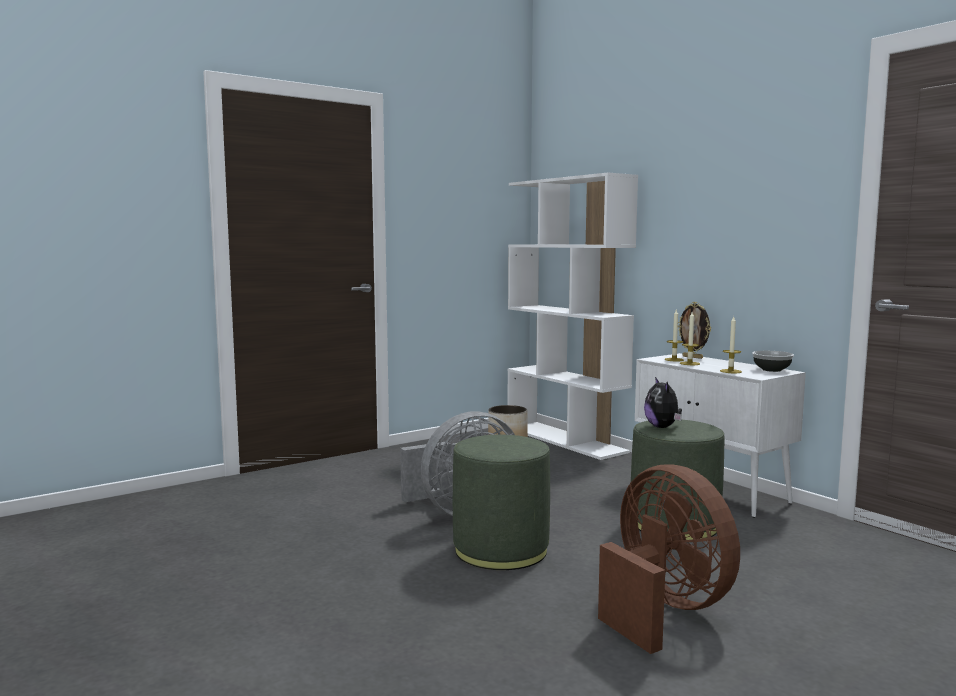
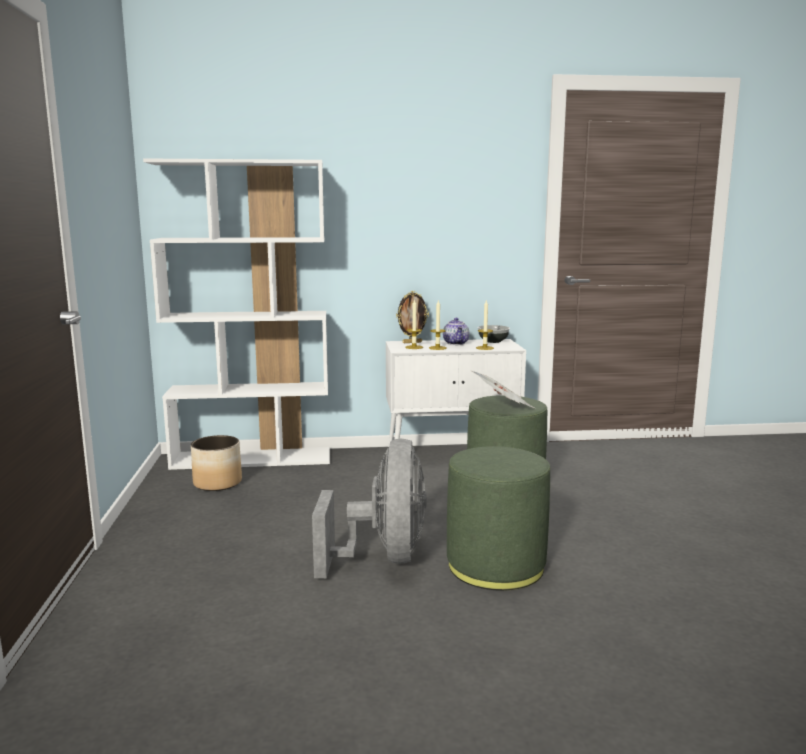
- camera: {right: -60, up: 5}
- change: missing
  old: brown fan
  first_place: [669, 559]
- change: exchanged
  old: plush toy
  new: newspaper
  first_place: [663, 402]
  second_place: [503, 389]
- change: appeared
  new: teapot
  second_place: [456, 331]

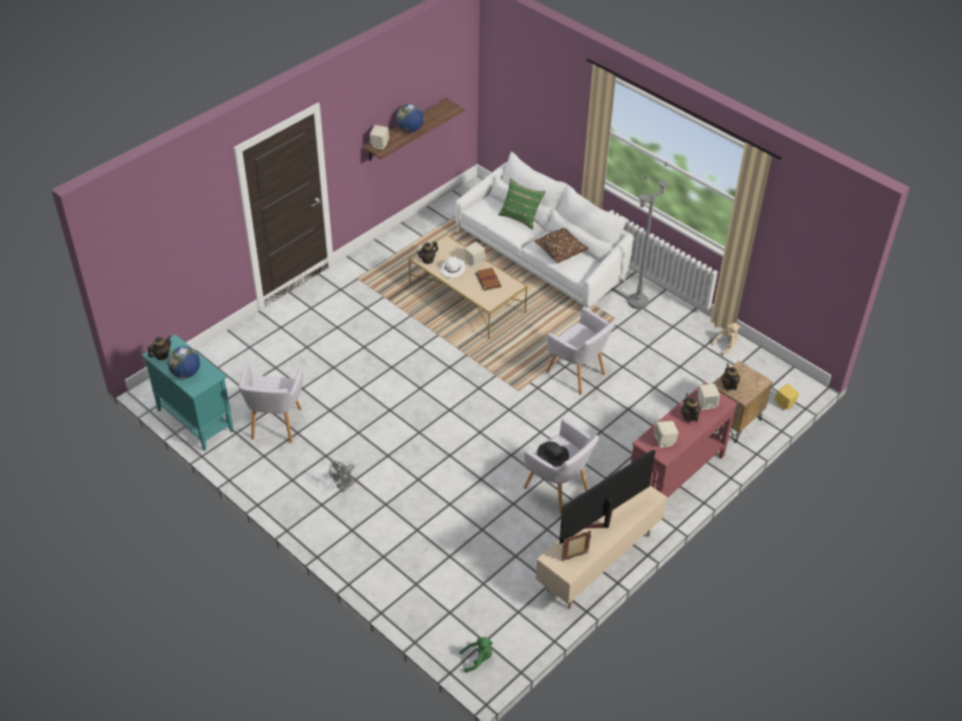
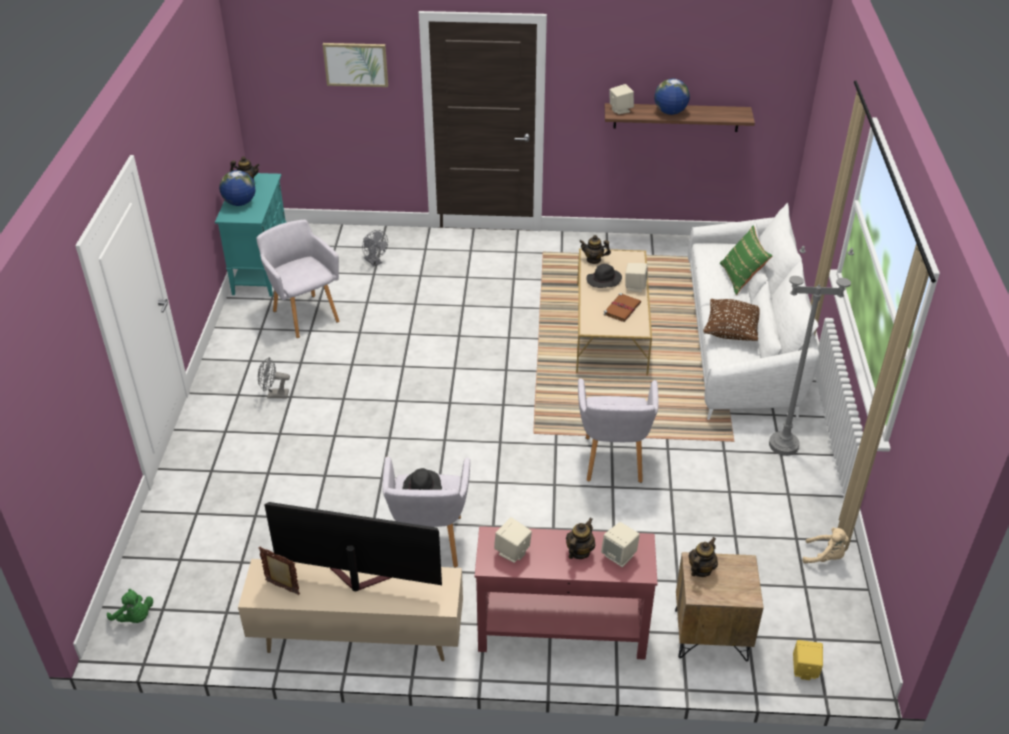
- camera: {right: 50, up: -5}
- change: spun
  old: grey armchair
  first_place: [270, 403]
  second_place: [297, 279]
  degrees: 90
- change: colour
  old: white hat
  new: black hat
  first_place: [453, 267]
  second_place: [604, 276]
- change: appeared
  new: picture
  second_place: [355, 65]
- change: appeared
  new: grey fan
  second_place: [375, 248]

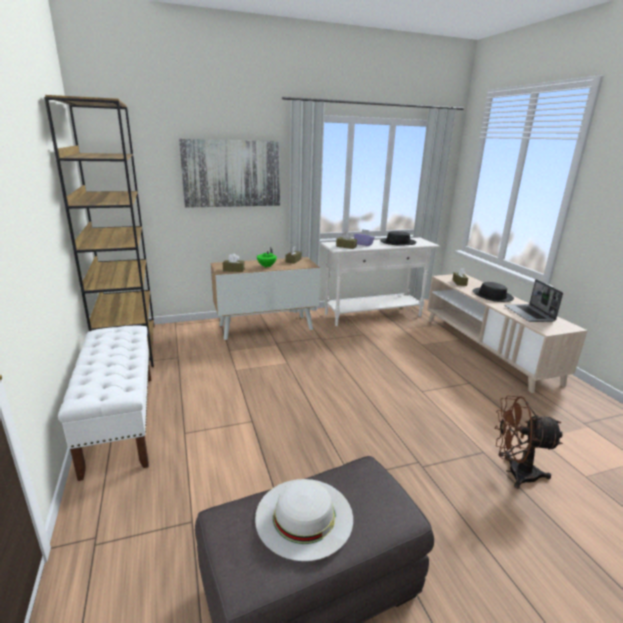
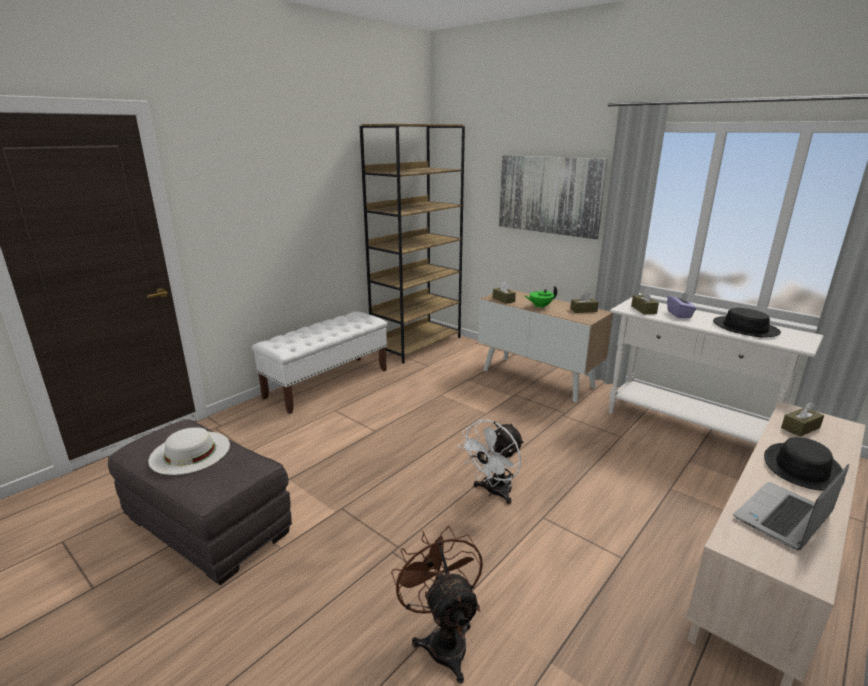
- camera: {right: 60, up: 0}
- change: appeared
  new: white fan
  second_place: [491, 461]

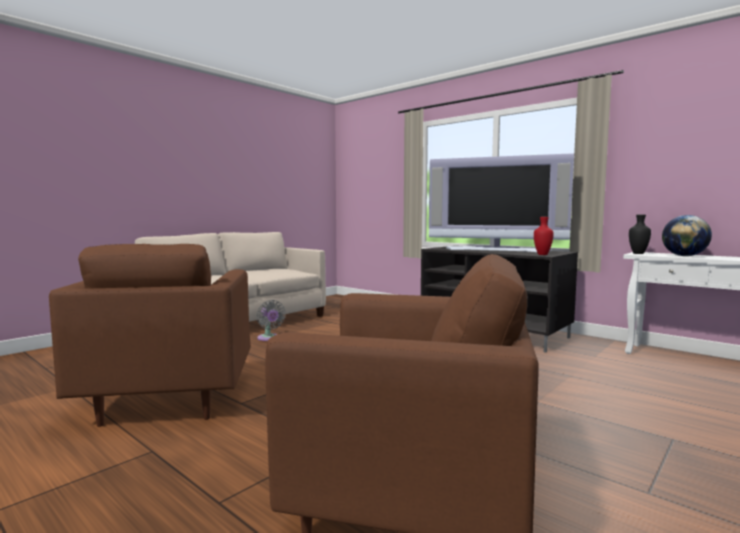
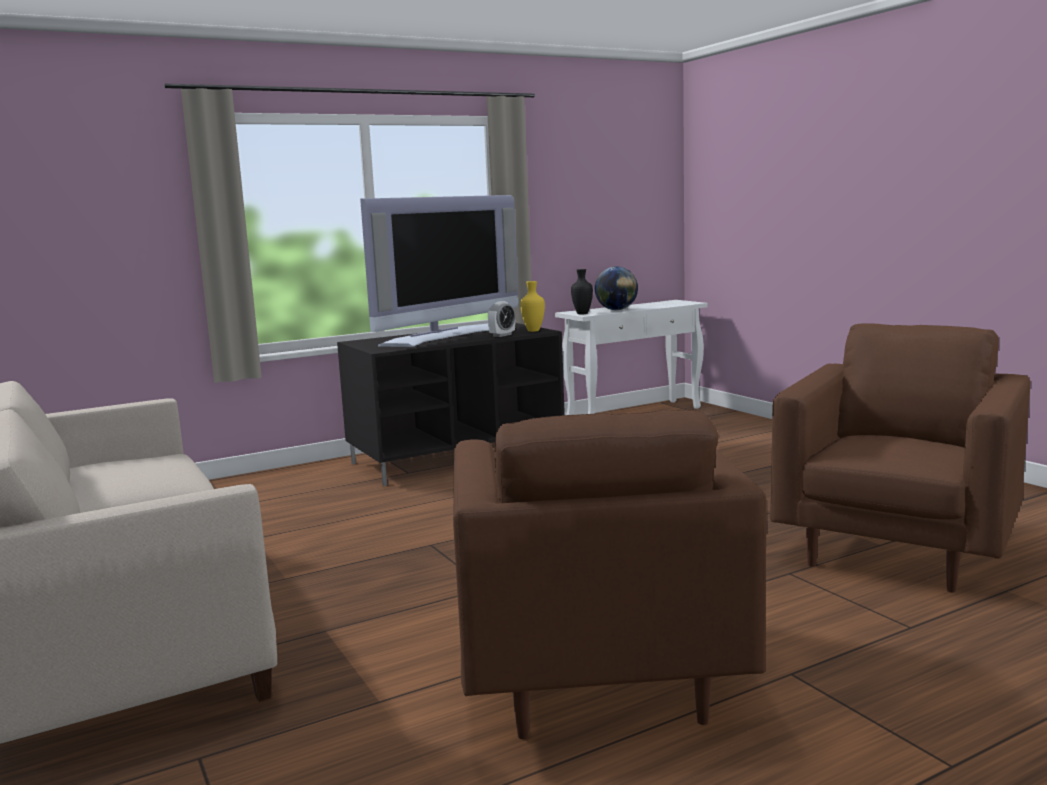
- camera: {right: -70, up: 5}
- change: spun
  old: brown armchair
  first_place: [150, 335]
  second_place: [610, 574]
  degrees: 75
- change: missing
  old: grey fan
  first_place: [271, 320]
- change: colour
  old: red vase
  new: yellow vase
  first_place: [544, 236]
  second_place: [532, 306]
- change: appeared
  new: alarm clock
  second_place: [501, 319]

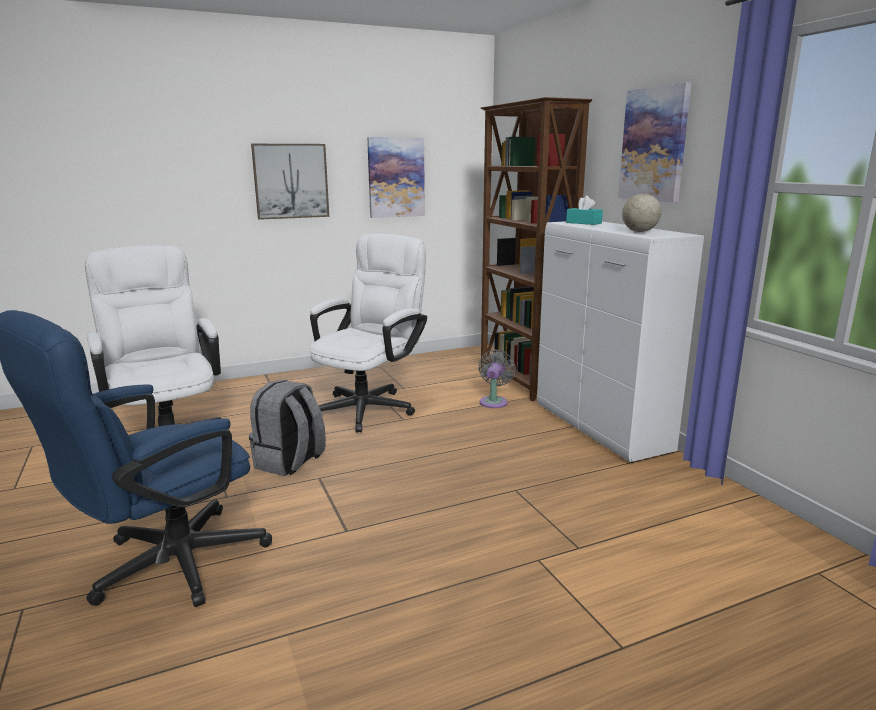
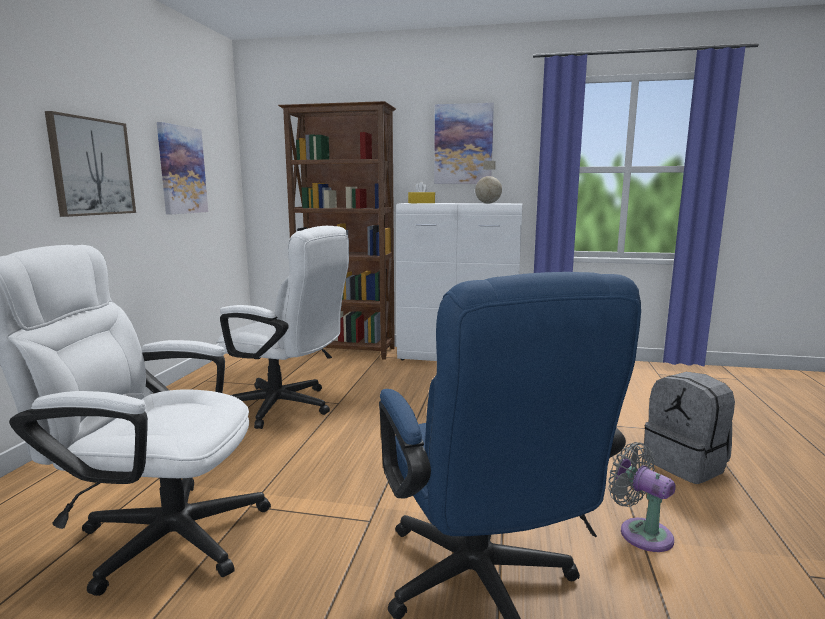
- camera: {right: -55, up: -5}
- change: relocated
  old: grey backpack
  first_place: [287, 428]
  second_place: [689, 428]
- change: spun
  old: white office chair
  first_place: [368, 333]
  second_place: [283, 327]
  degrees: 135
- change: relocated
  old: grey fan
  first_place: [497, 379]
  second_place: [641, 497]
- change: colour
  old: turquoise tissue box
  new: yellow tissue box
  first_place: [584, 210]
  second_place: [421, 192]

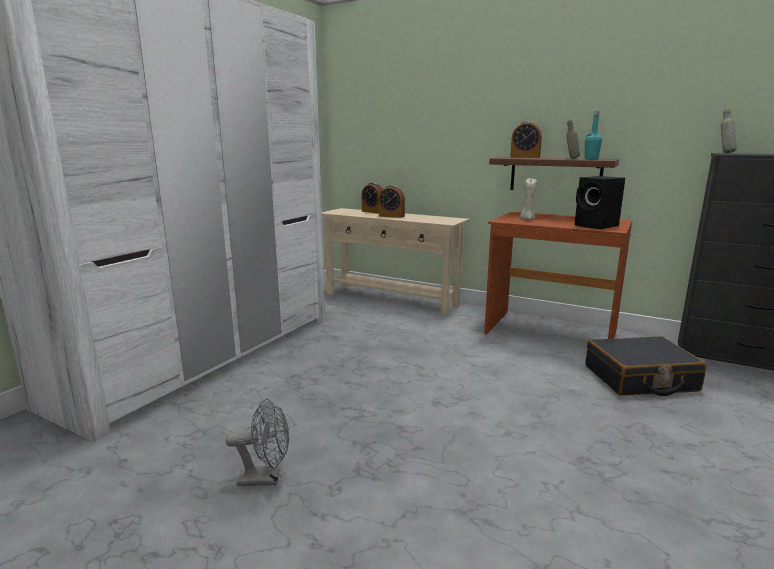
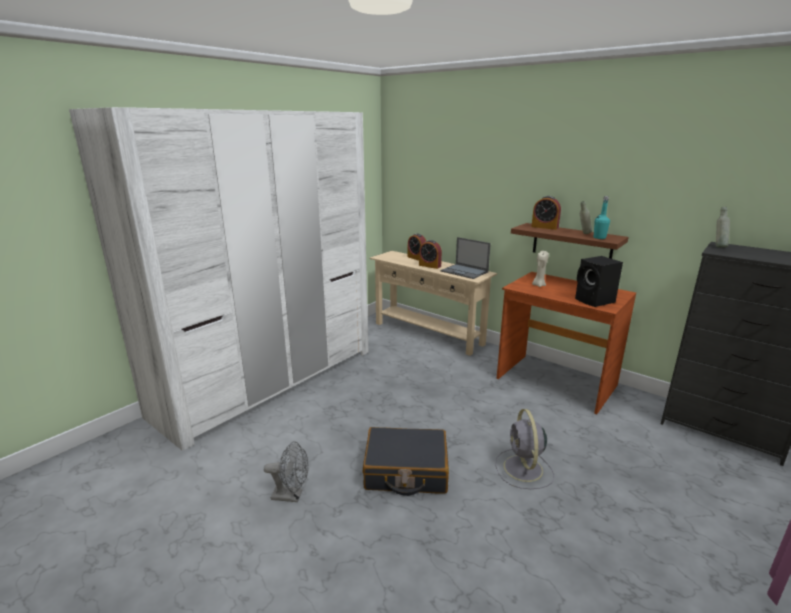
- camera: {right: 10, up: 5}
- change: relocated
  old: black suitcase
  first_place: [646, 366]
  second_place: [406, 461]
- change: appeared
  new: laptop
  second_place: [465, 258]
- change: appeared
  new: grey fan
  second_place: [524, 449]

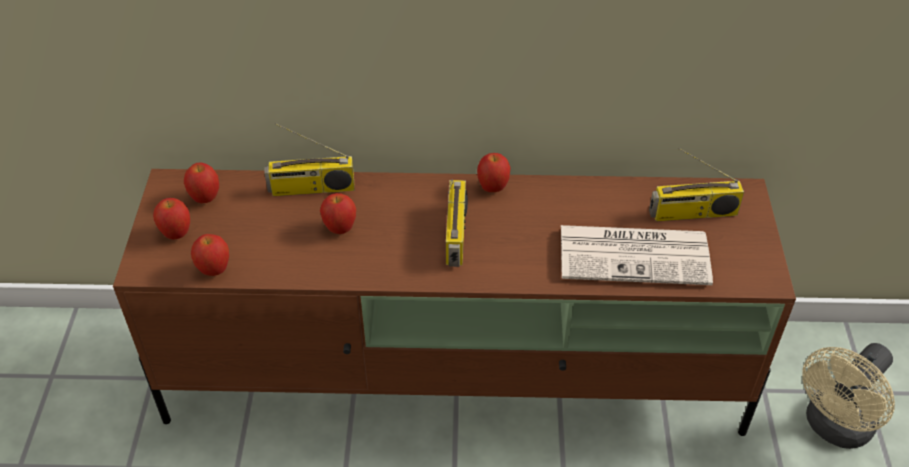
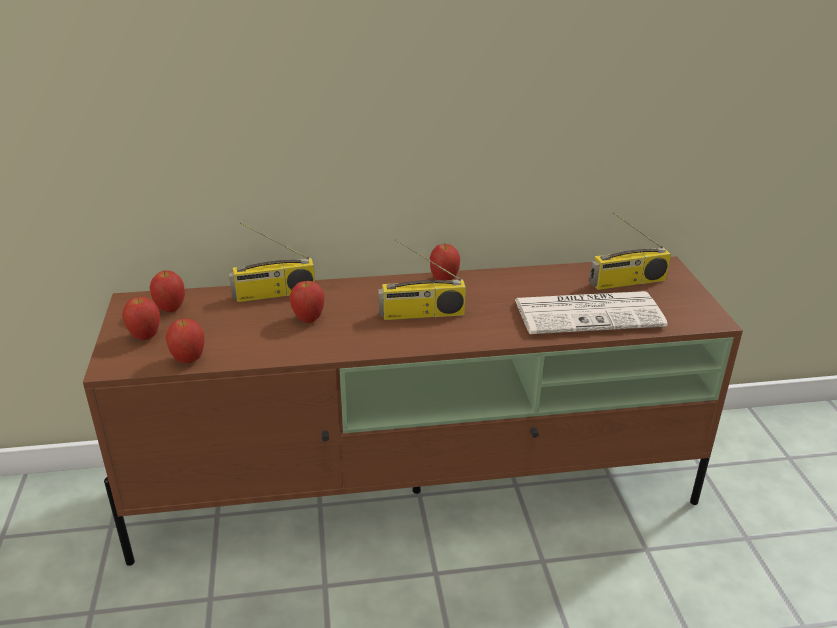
- camera: {right: -10, up: -15}
- change: spun
  old: radio
  first_place: [457, 223]
  second_place: [422, 279]
  degrees: 90
- change: missing
  old: beige fan
  first_place: [848, 396]

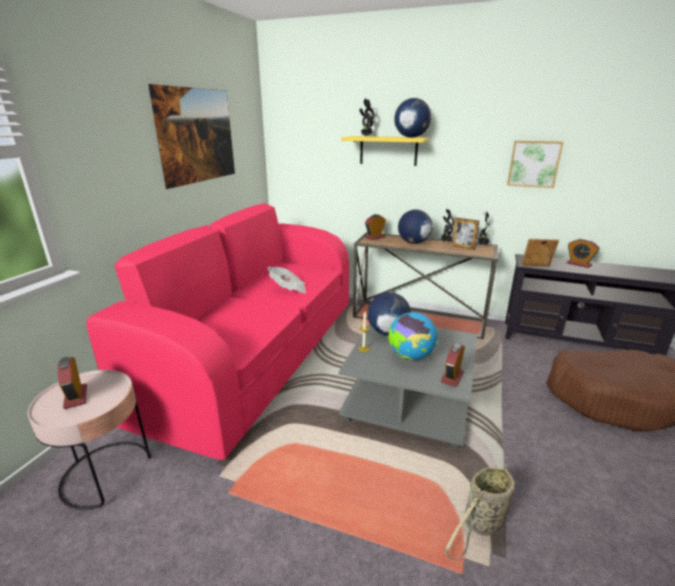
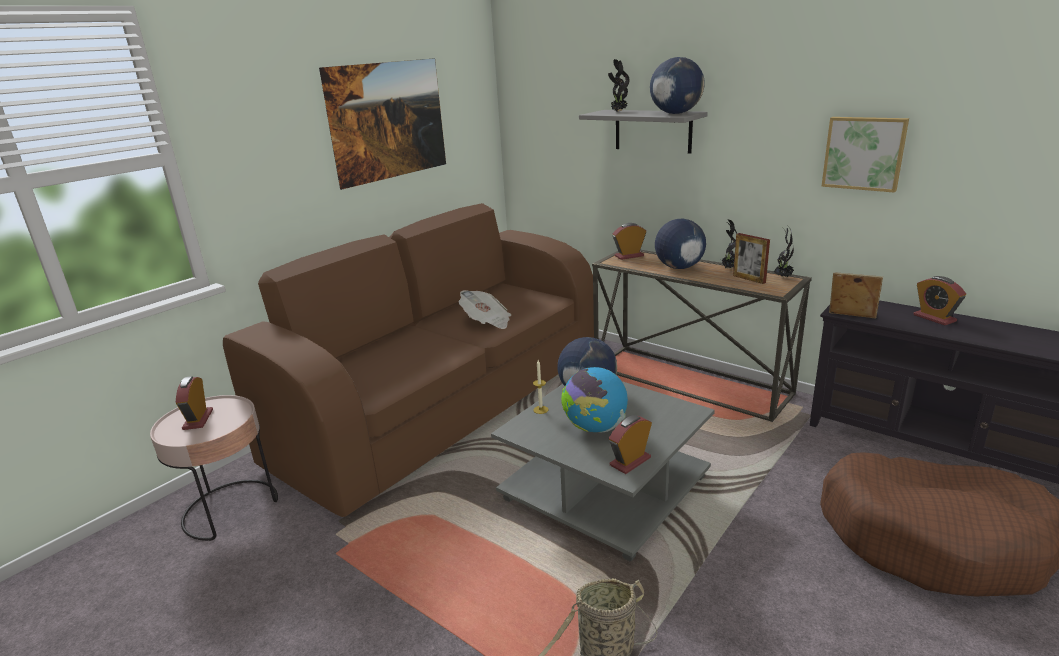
- camera: {right: 20, up: 0}
- change: colour
  old: pink sofa
  new: brown sofa
  first_place: [217, 331]
  second_place: [408, 360]
- change: colour
  old: yellow shelf
  new: grey shelf
  first_place: [385, 151]
  second_place: [643, 132]

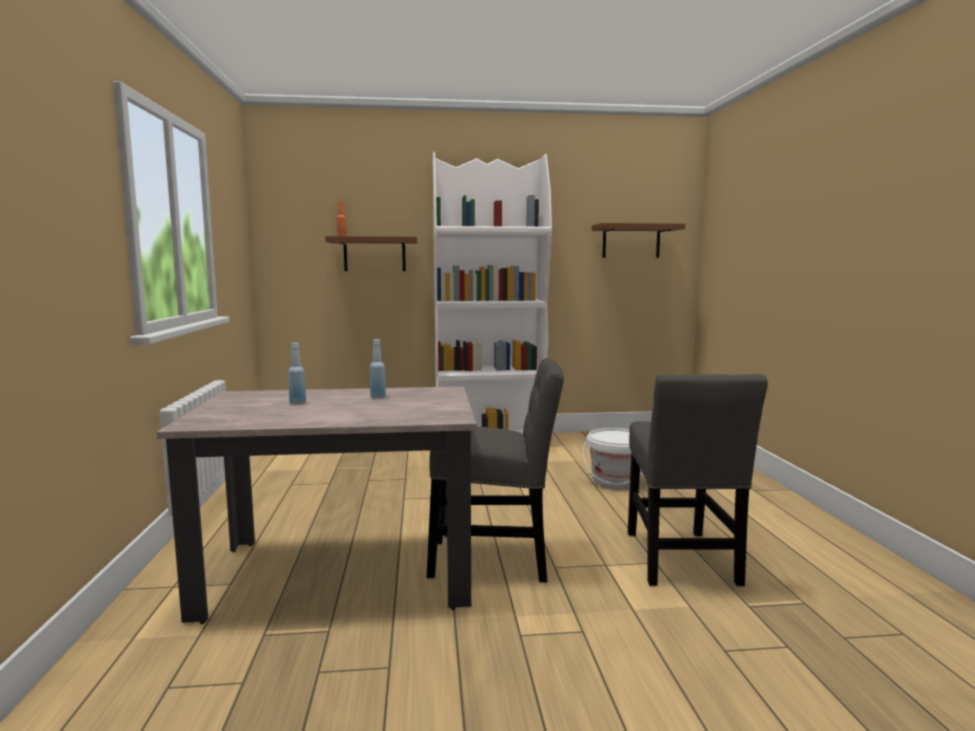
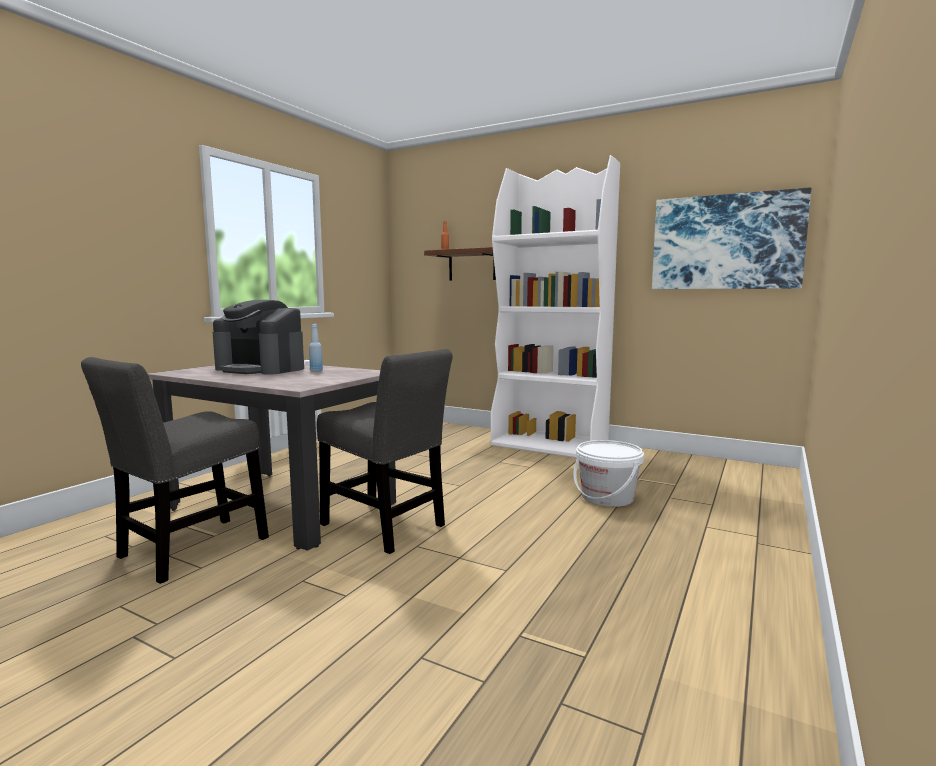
- camera: {right: 35, up: 0}
- change: exchanged
  old: blue bottle
  new: coffee machine
  first_place: [297, 373]
  second_place: [258, 337]
- change: exchanged
  old: brown shelf
  new: picture
  first_place: [639, 240]
  second_place: [731, 238]
- change: relocated
  old: grey chair
  first_place: [698, 480]
  second_place: [175, 470]

